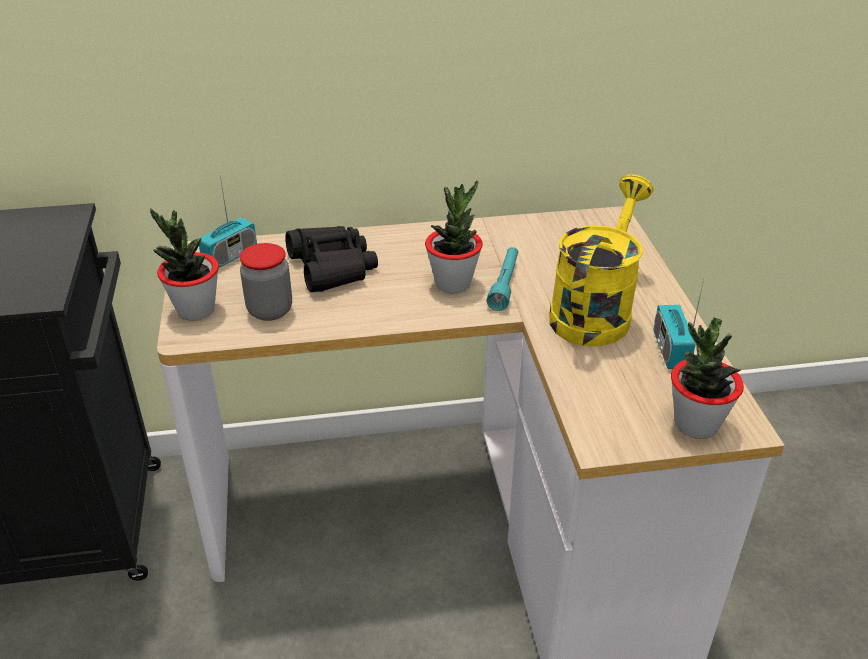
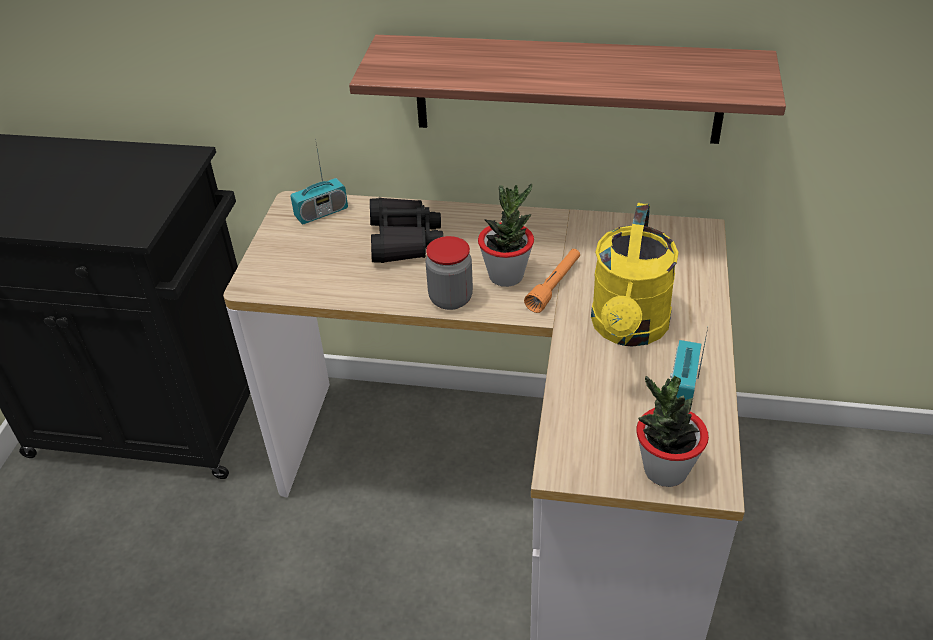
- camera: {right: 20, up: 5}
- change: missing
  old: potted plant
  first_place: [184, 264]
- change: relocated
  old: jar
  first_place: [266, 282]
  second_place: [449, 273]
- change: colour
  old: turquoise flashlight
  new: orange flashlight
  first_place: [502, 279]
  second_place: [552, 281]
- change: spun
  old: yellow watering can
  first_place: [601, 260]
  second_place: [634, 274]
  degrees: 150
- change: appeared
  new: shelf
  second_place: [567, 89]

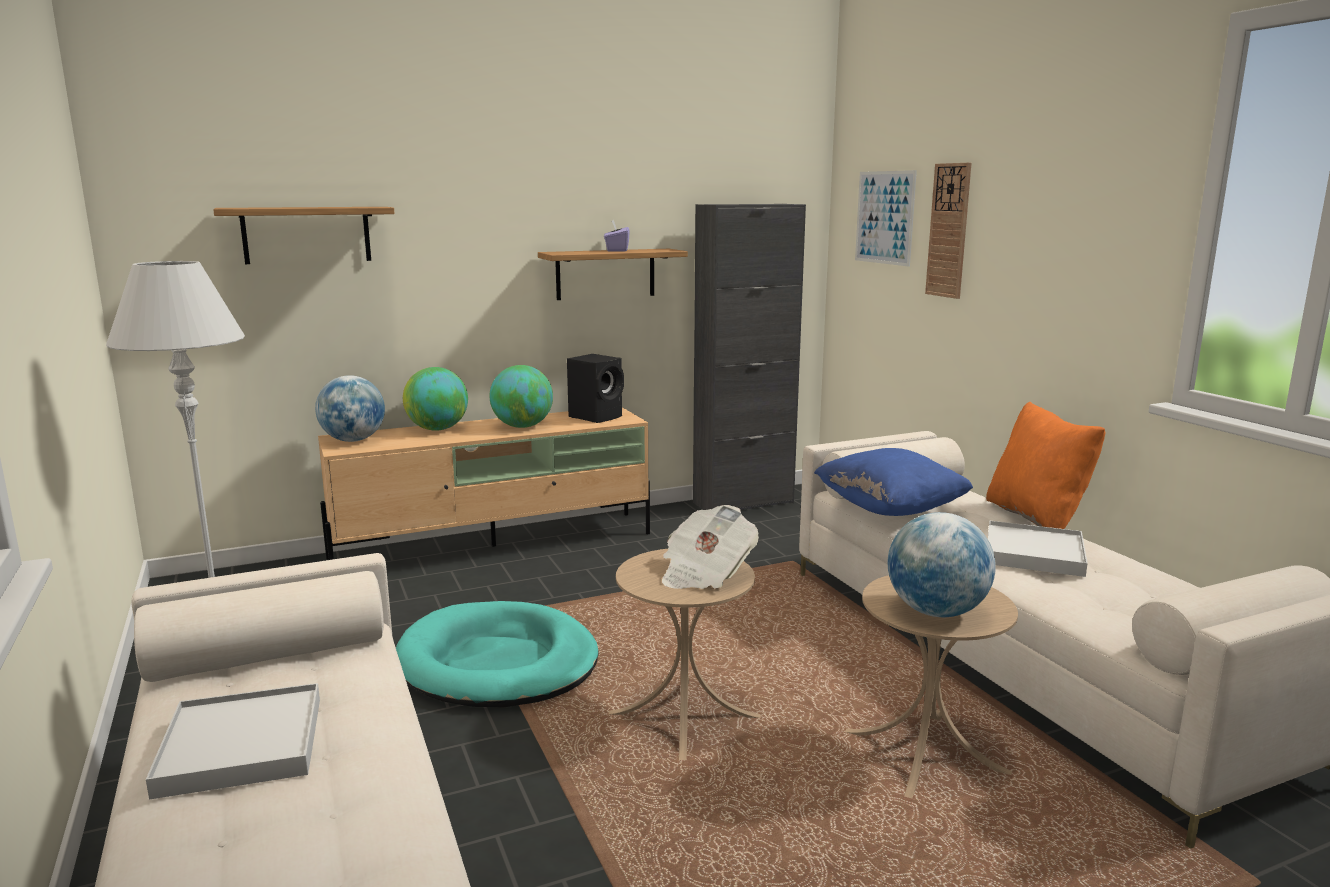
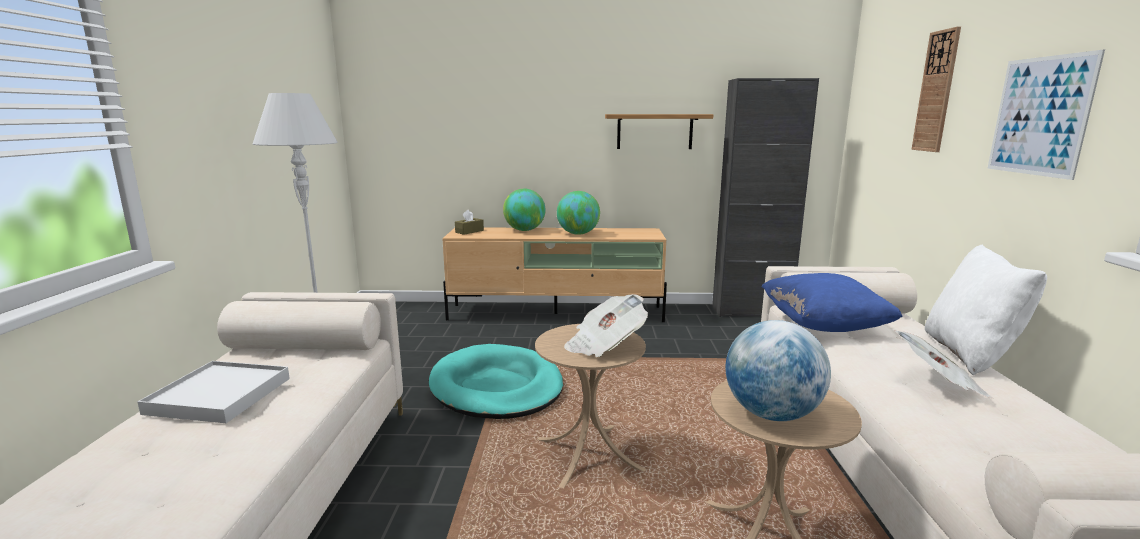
- camera: {right: 25, up: 0}
- change: missing
  old: shelf
  first_place: [304, 235]
- change: exchanged
  old: globe
  new: brown tissue box
  first_place: [350, 408]
  second_place: [469, 222]
- change: missing
  old: black speaker
  first_place: [595, 388]
- change: missing
  old: purple tissue box
  first_place: [617, 236]
- change: relocated
  old: picture
  first_place: [886, 218]
  second_place: [1046, 115]
- change: colour
  old: orange pillow
  new: white pillow
  first_place: [1045, 465]
  second_place: [986, 310]
- change: exchanged
  old: white tray
  new: newspaper
  first_place: [1038, 549]
  second_place: [944, 364]

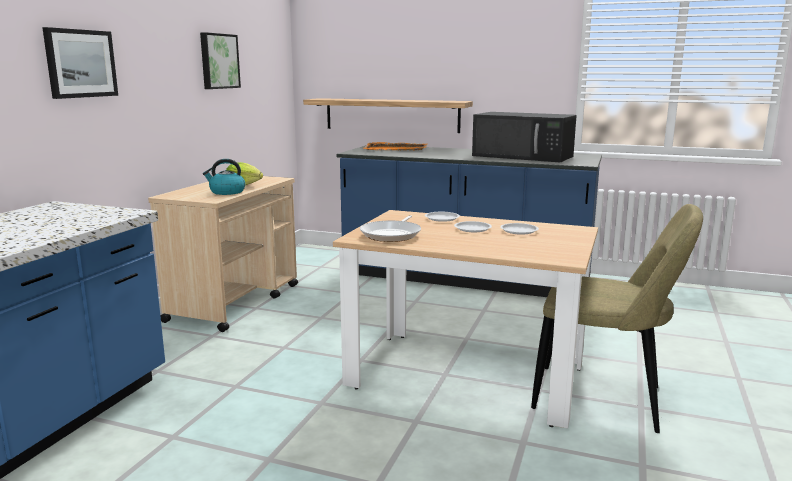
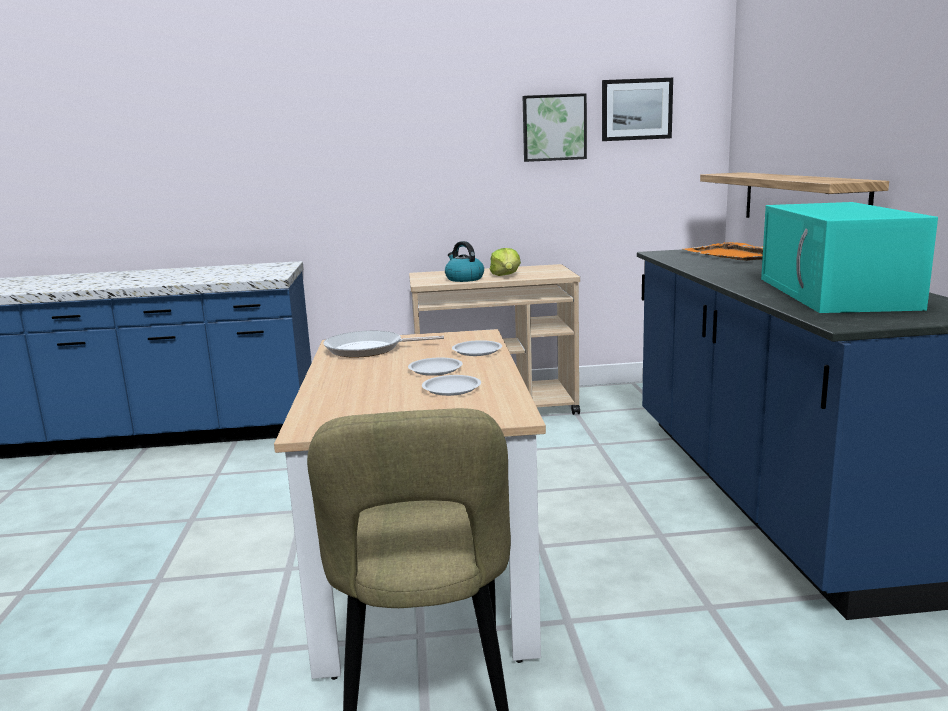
- camera: {right: 65, up: 0}
- change: relocated
  old: picture
  first_place: [80, 63]
  second_place: [637, 109]
- change: colour
  old: black microwave
  new: turquoise microwave
  first_place: [524, 137]
  second_place: [849, 257]

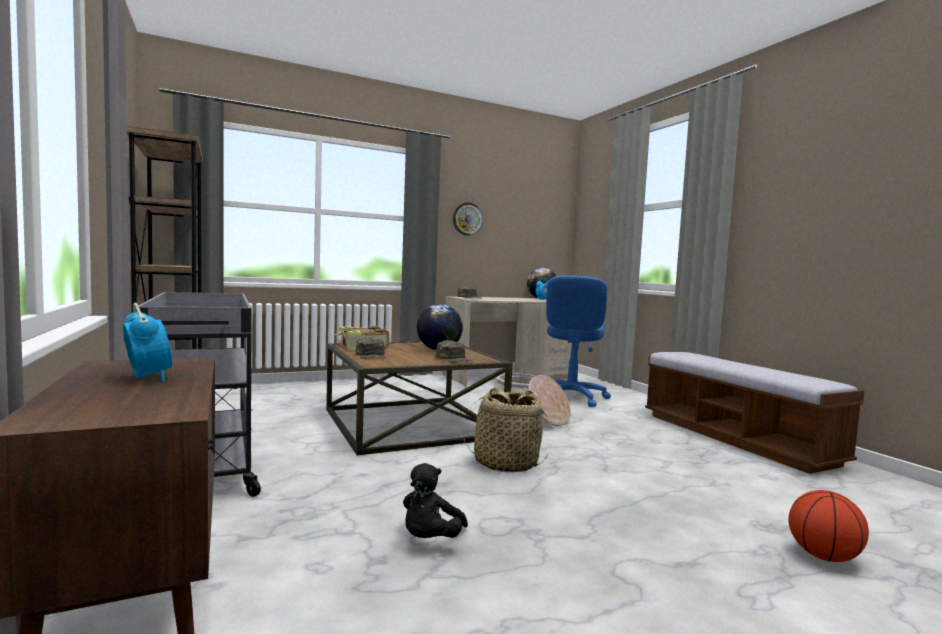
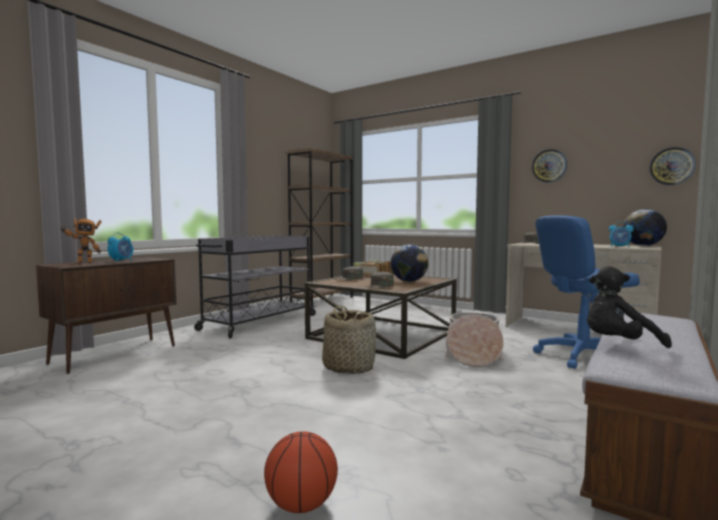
- camera: {right: 60, up: 0}
- change: relocated
  old: black plush toy
  first_place: [435, 500]
  second_place: [629, 307]
- change: appeared
  new: toy robot
  second_place: [81, 241]
- change: appeared
  new: wall clock
  second_place: [673, 166]

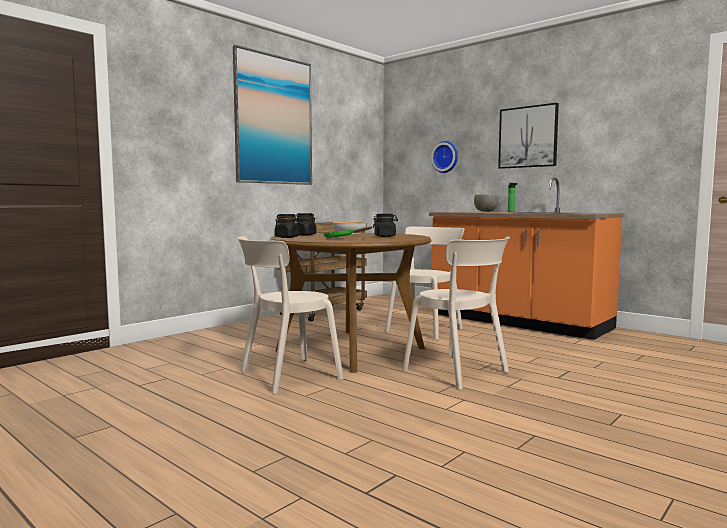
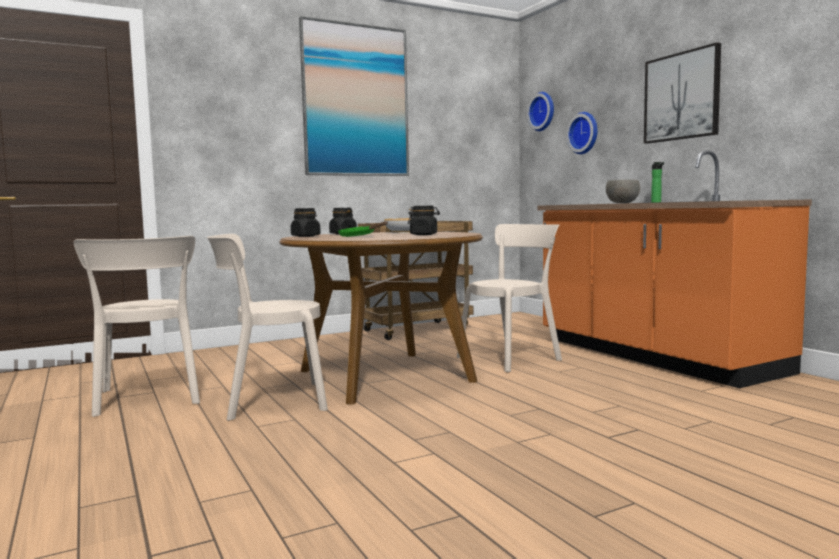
- camera: {right: 20, up: 0}
- change: relocated
  old: beige chair
  first_place: [456, 313]
  second_place: [137, 326]
- change: appeared
  new: wall clock
  second_place: [540, 111]

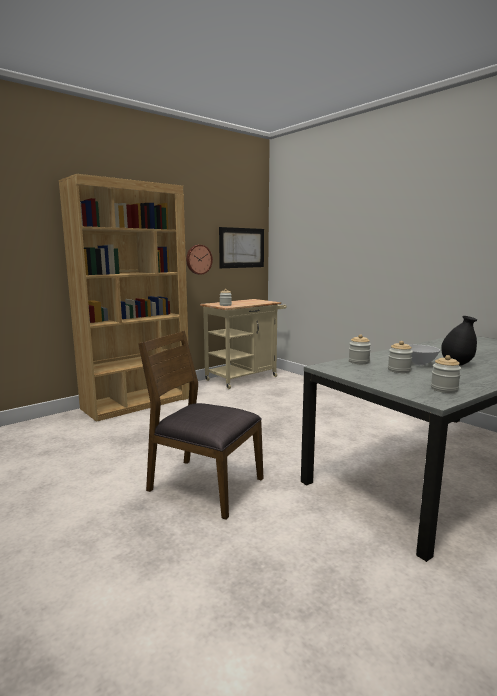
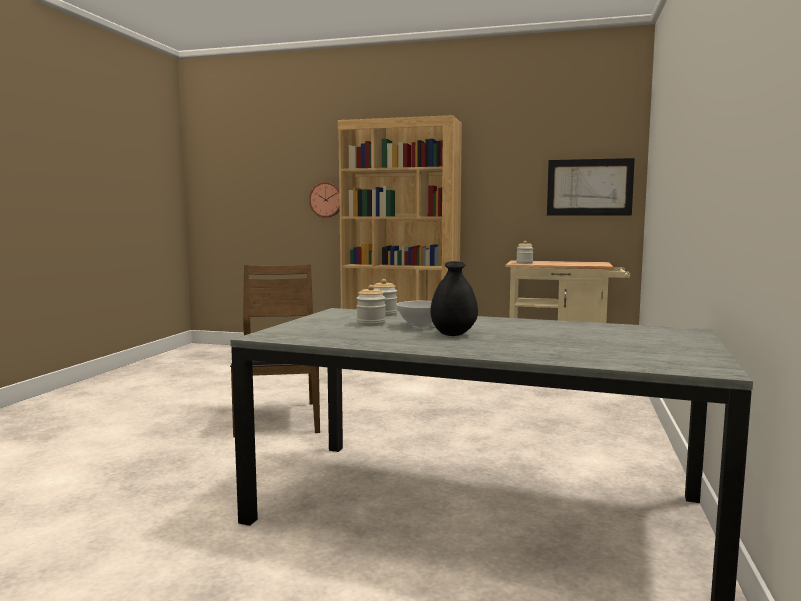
- camera: {right: 55, up: -5}
- change: relocated
  old: wall clock
  first_place: [199, 260]
  second_place: [324, 200]
- change: missing
  old: jar
  first_place: [446, 374]

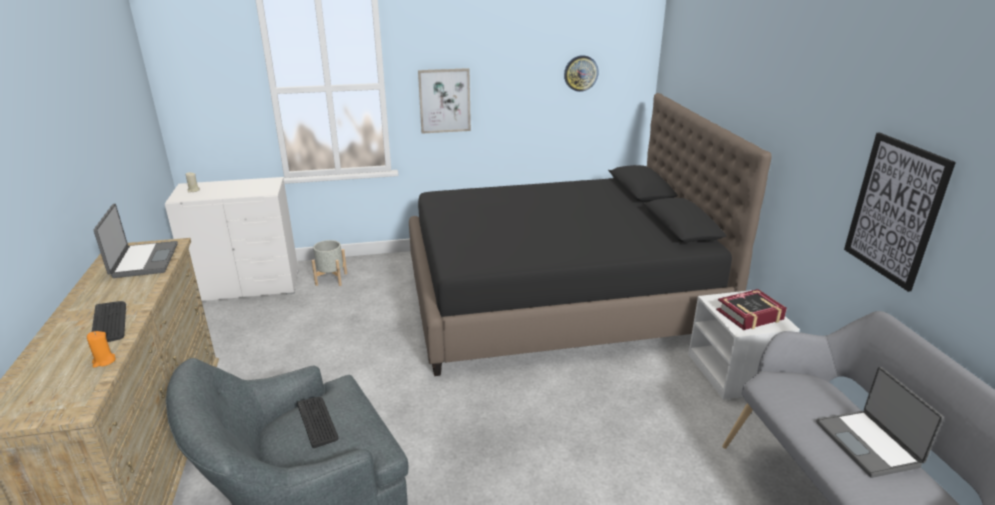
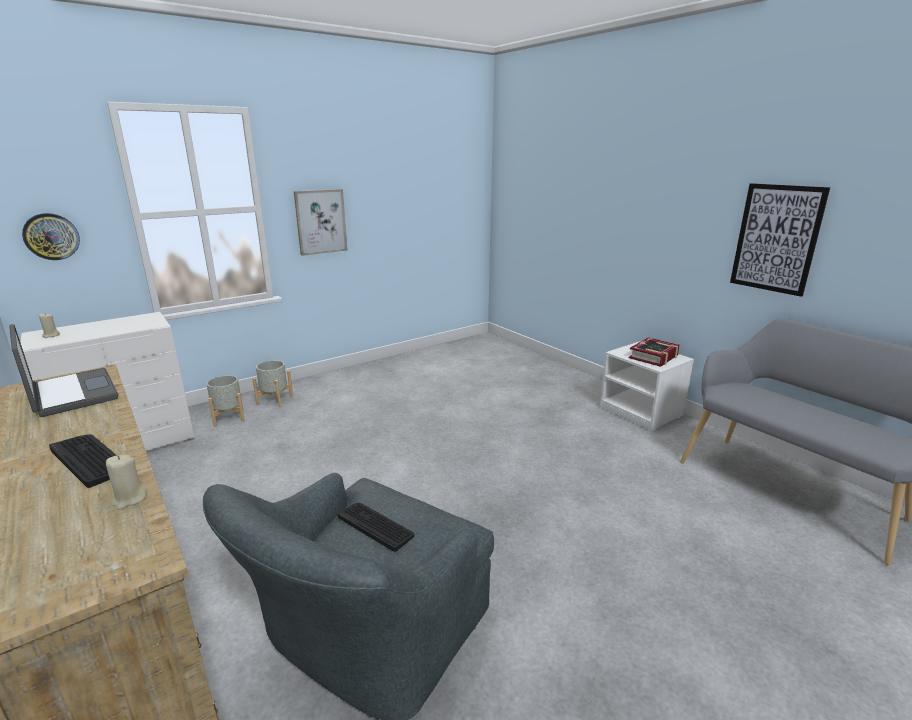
- camera: {right: -25, up: -5}
- change: colour
  old: orange candle
  new: beige candle
  first_place: [101, 349]
  second_place: [127, 482]
- change: missing
  old: black bed
  first_place: [590, 234]
- change: relocated
  old: wall clock
  first_place: [581, 73]
  second_place: [51, 236]
- change: missing
  old: laptop
  first_place: [880, 422]
- change: appeared
  new: grey planter
  second_place: [273, 383]

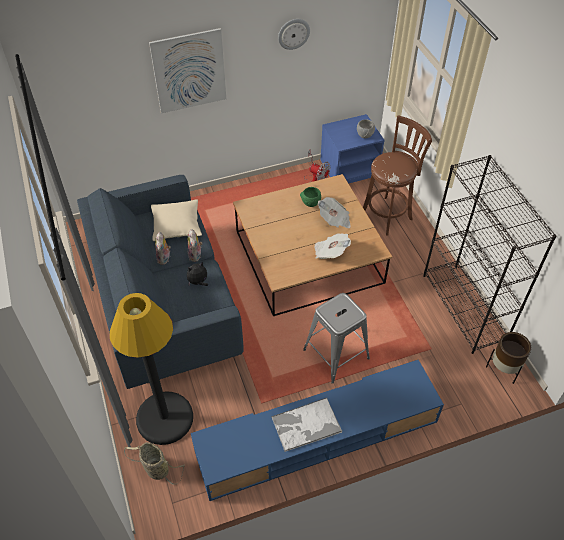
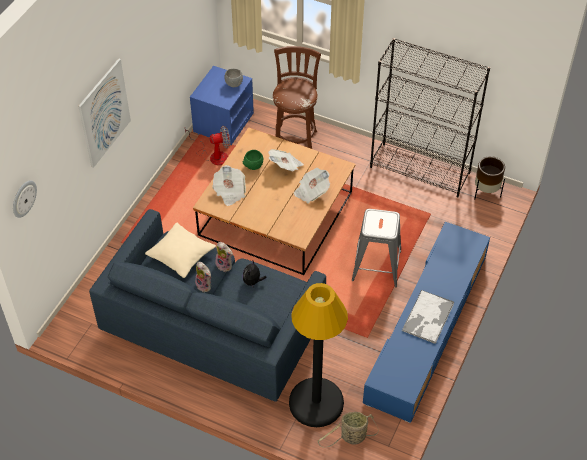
- camera: {right: -45, up: 0}
- change: relocated
  old: wall clock
  first_place: [294, 34]
  second_place: [25, 199]
- change: appeared
  new: newspaper
  second_place: [229, 185]

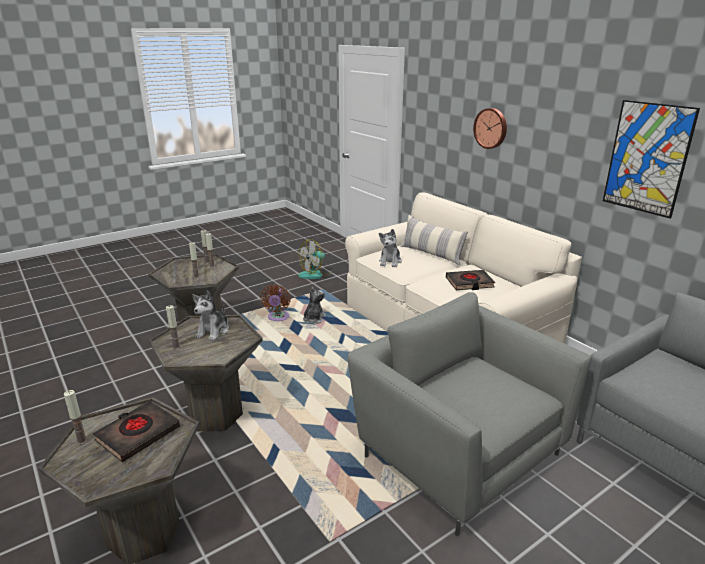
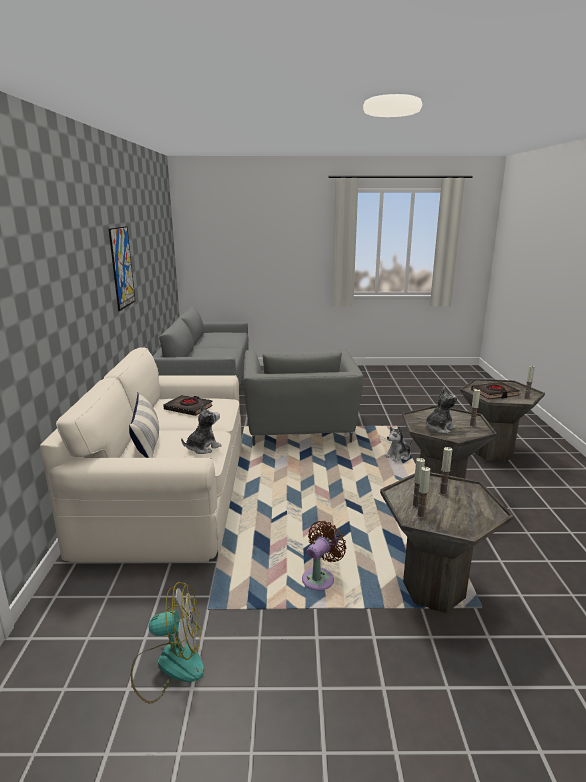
- camera: {right: -145, up: -5}
- change: relocated
  old: plush toy
  first_place: [314, 305]
  second_place: [398, 444]
- change: missing
  old: wall clock
  first_place: [490, 128]

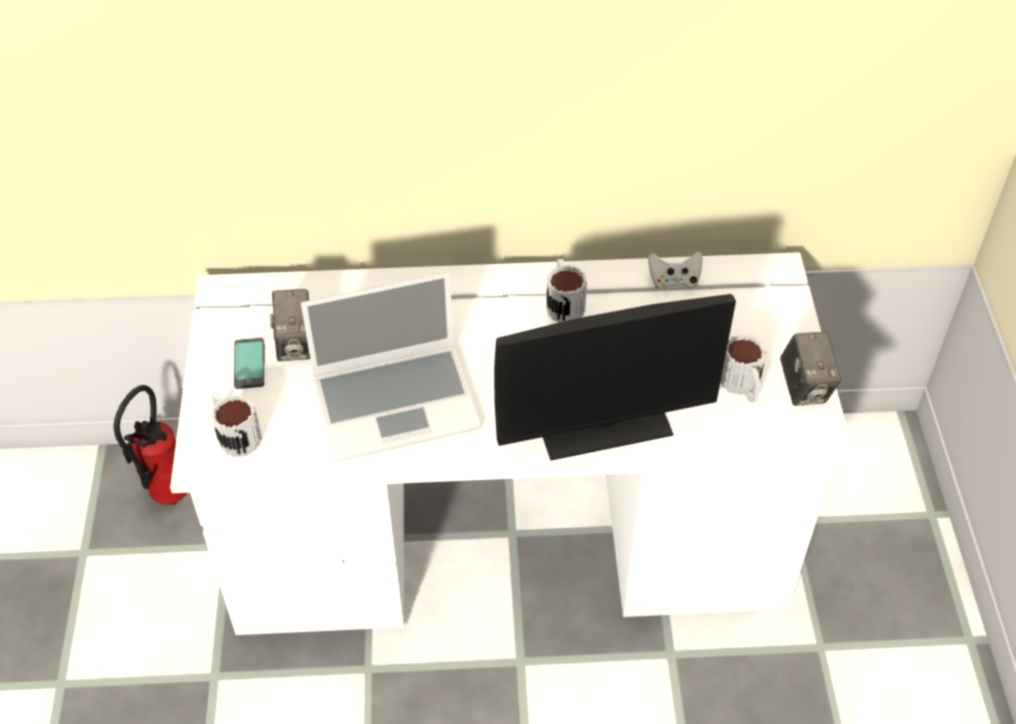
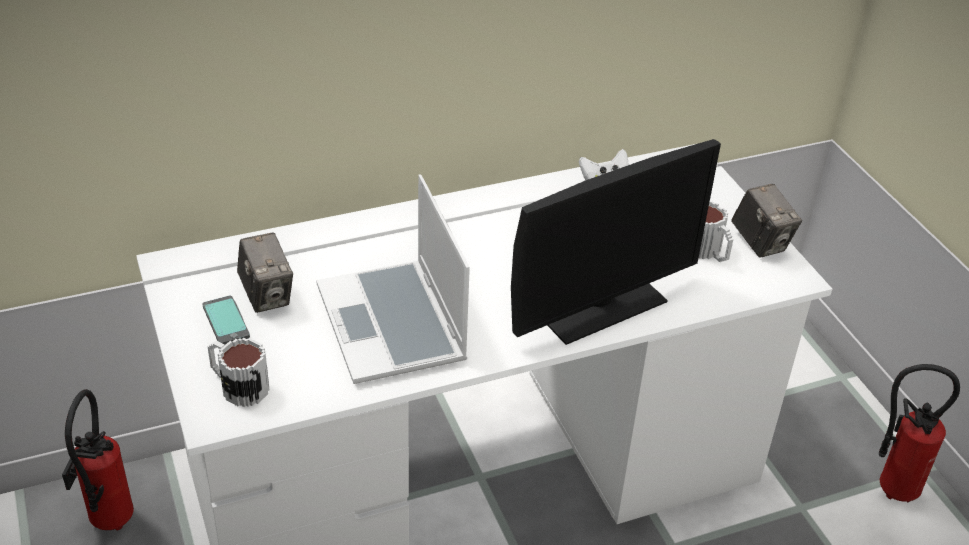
- camera: {right: -20, up: -10}
- change: spun
  old: laptop
  first_place: [391, 367]
  second_place: [393, 279]
  degrees: 105
- change: missing
  old: mug
  first_place: [566, 291]
- change: appeared
  new: fire extinguisher
  second_place: [919, 433]

